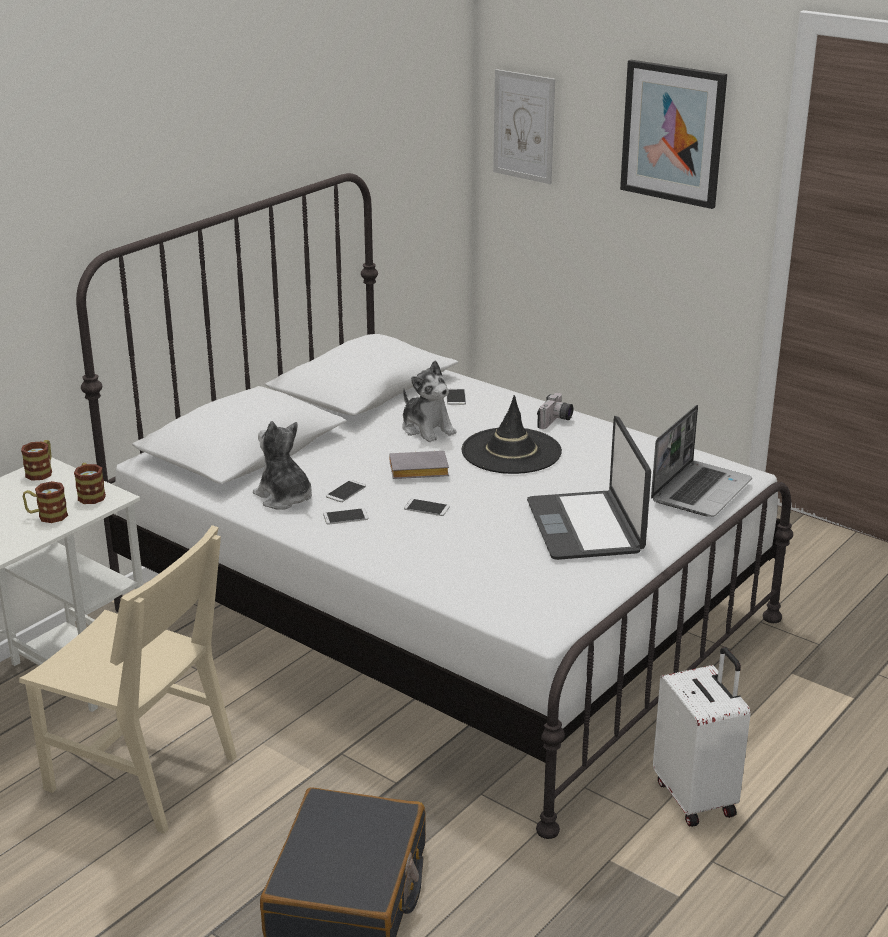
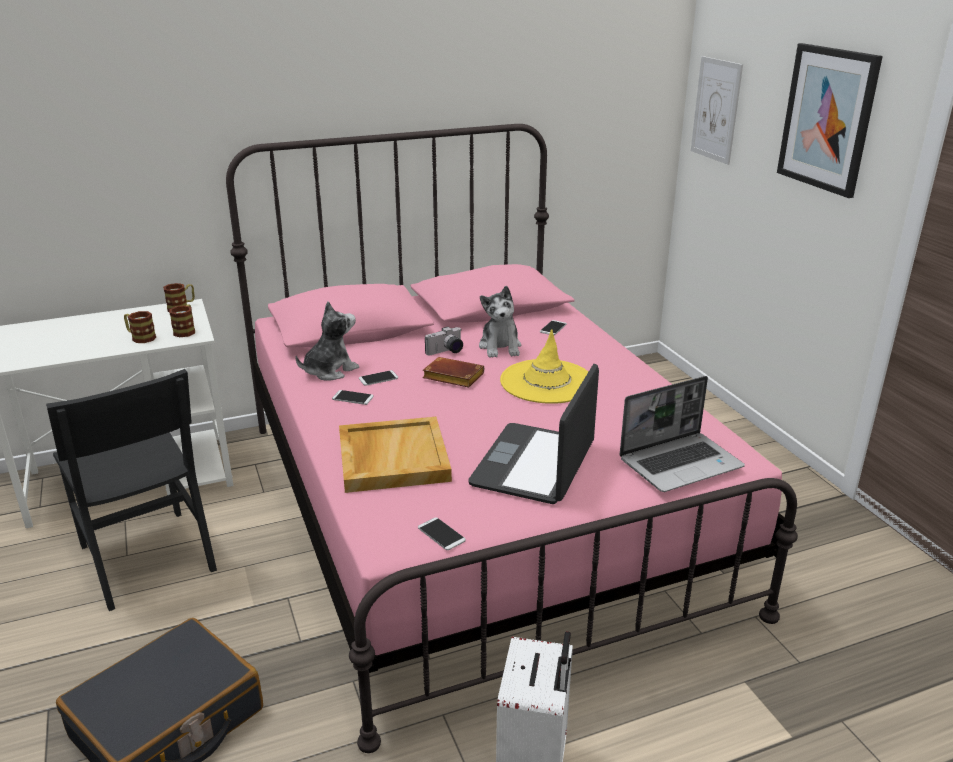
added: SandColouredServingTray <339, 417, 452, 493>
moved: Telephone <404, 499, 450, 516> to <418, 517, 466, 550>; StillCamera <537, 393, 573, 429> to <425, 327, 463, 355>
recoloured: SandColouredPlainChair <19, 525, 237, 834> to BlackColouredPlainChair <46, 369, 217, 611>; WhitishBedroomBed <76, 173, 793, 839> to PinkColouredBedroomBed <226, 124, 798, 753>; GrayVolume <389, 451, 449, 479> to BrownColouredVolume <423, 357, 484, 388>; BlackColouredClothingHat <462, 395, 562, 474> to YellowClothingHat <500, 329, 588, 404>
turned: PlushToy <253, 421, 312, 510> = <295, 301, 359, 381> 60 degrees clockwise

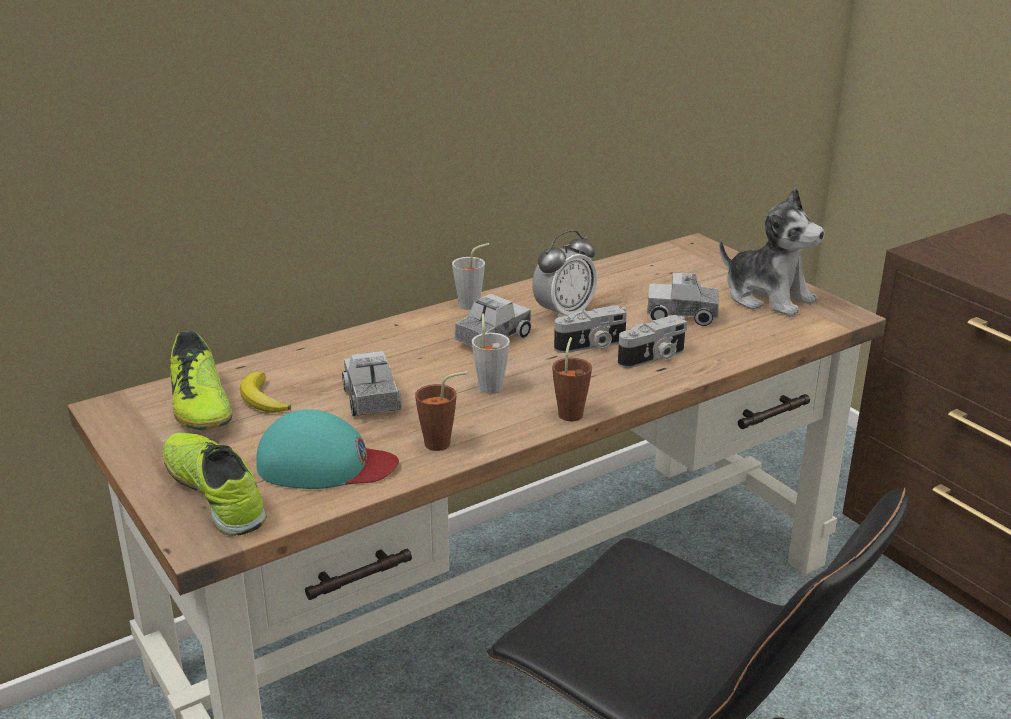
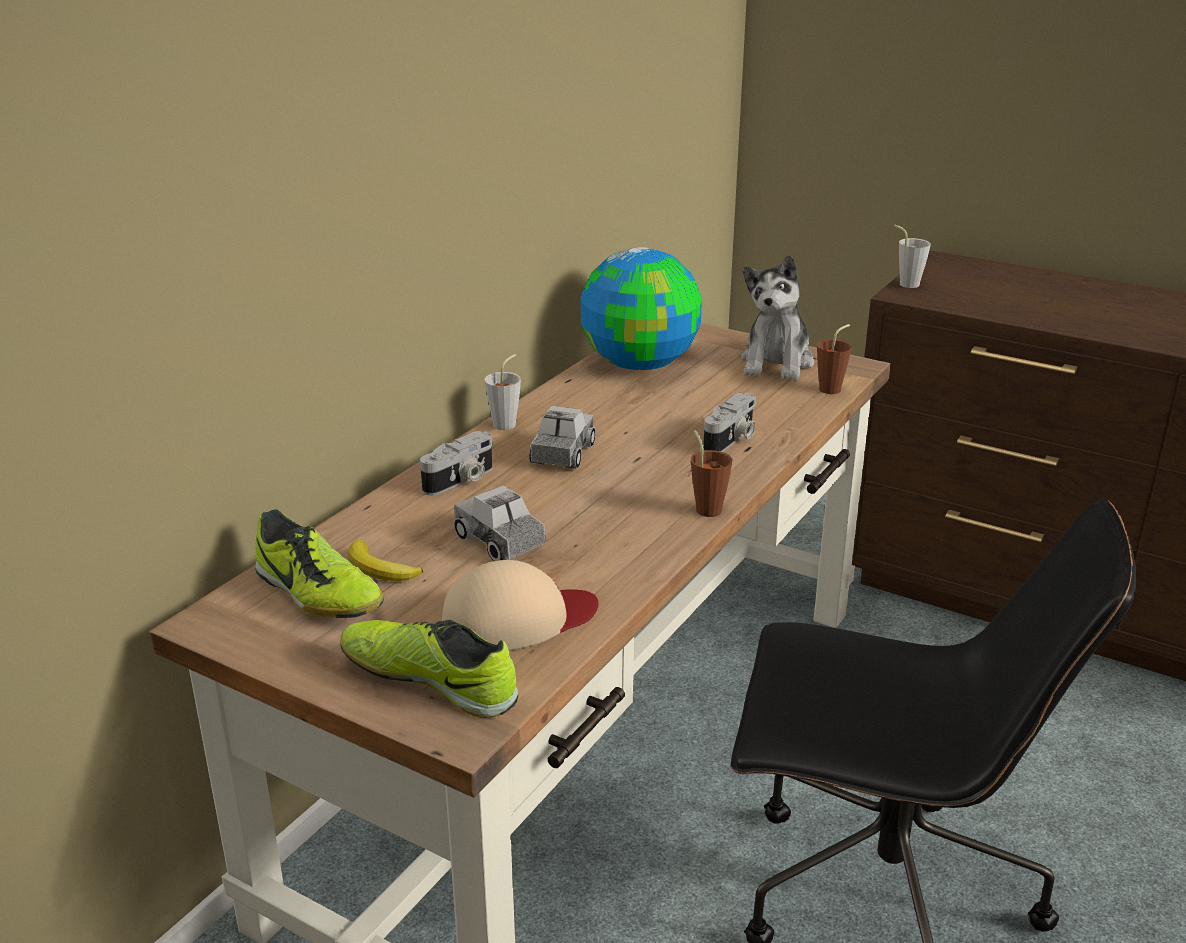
removed: AlarmClock <532, 230, 597, 317>; ToyLorry <647, 272, 719, 326>
added: DeskGlobe <581, 247, 702, 370>
moved: BrownColouredDrinkingCup <415, 371, 468, 451> to <817, 324, 852, 394>; GrayDrinkingCup <472, 313, 510, 394> to <894, 225, 931, 288>; StillCamera <554, 305, 627, 353> to <420, 431, 493, 495>
recoloured: BlueGreenBaseballCap <256, 409, 399, 489> to SandColouredBaseballCap <442, 560, 599, 651>
turned: PlushToy <719, 188, 825, 317> = <740, 254, 814, 381> 90 degrees clockwise

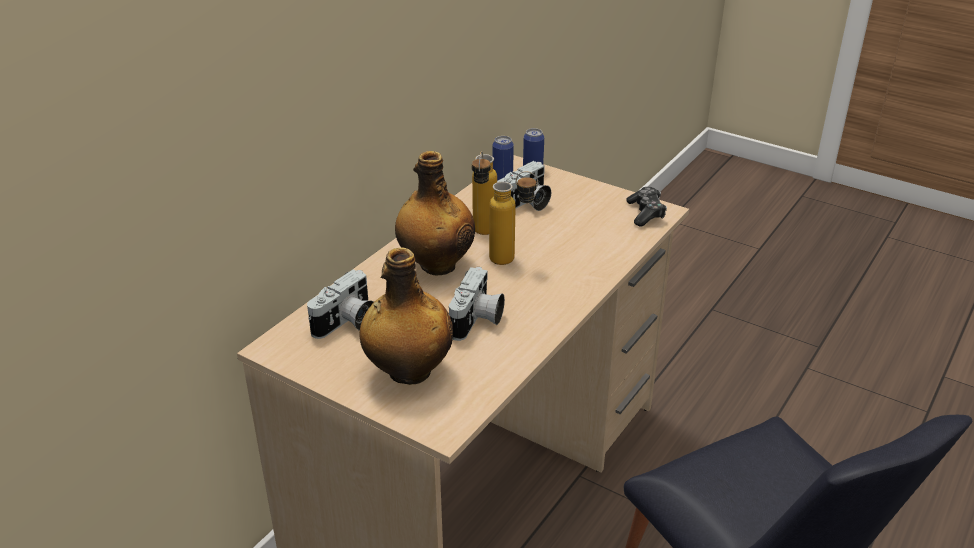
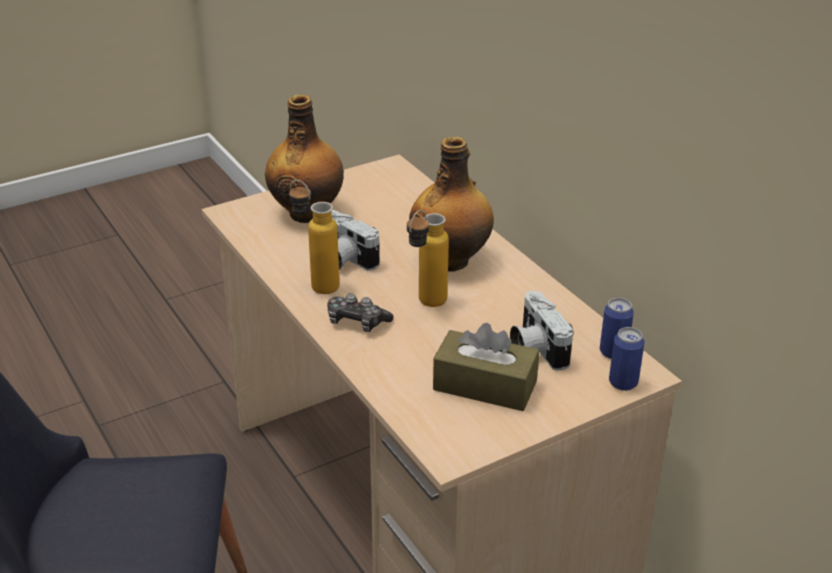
removed: StillCamera <307, 269, 374, 339>
added: BrownColouredTissueHolder <433, 323, 539, 411>
moved: BeverageBottle <472, 151, 497, 235> to <289, 180, 340, 294>; Gamepad <626, 187, 667, 226> to <327, 293, 393, 332>

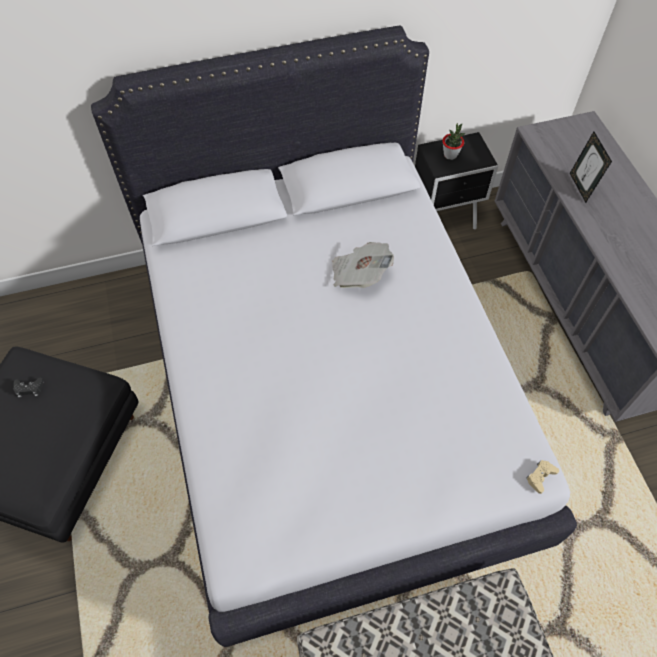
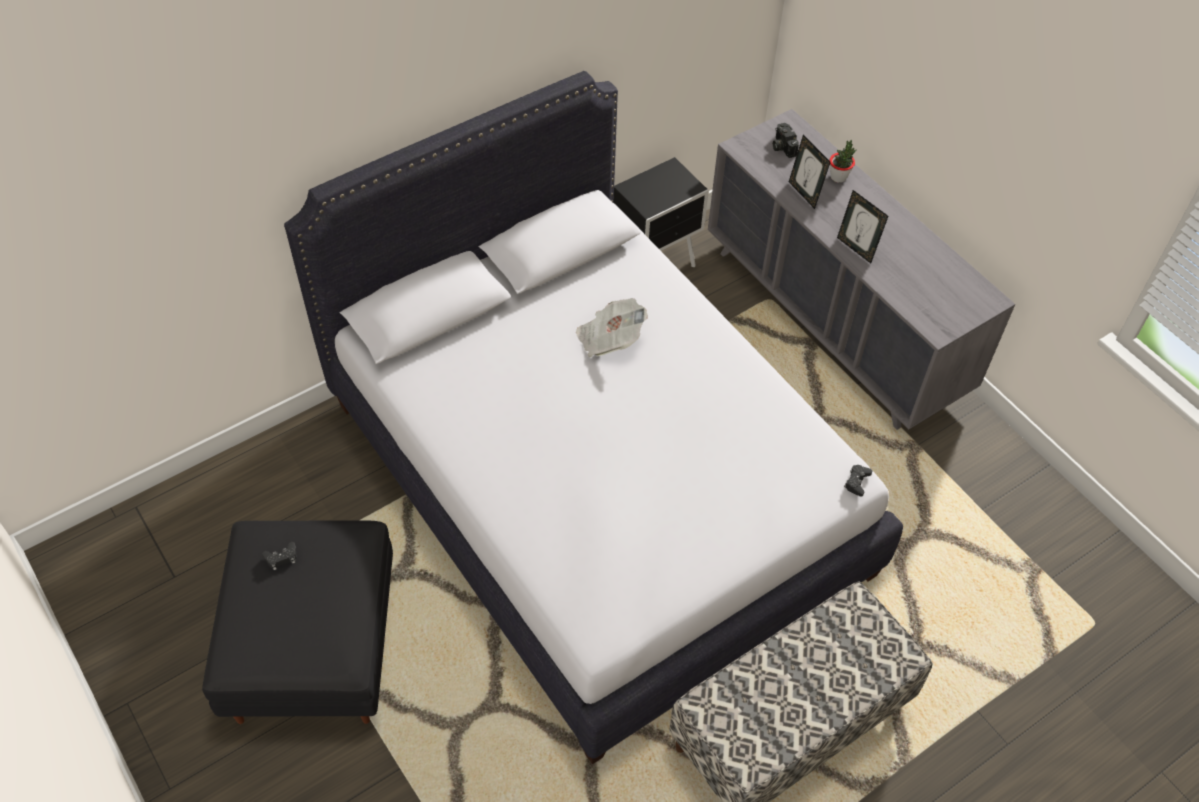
added: StillCamera <773, 123, 799, 158>; StandingFrame <837, 190, 888, 264>
moved: PlantInAPot <442, 123, 466, 160> to <829, 140, 857, 183>
recoloured: SandColouredGamepad <526, 460, 559, 494> to BlackColouredGamepad <844, 465, 872, 496>

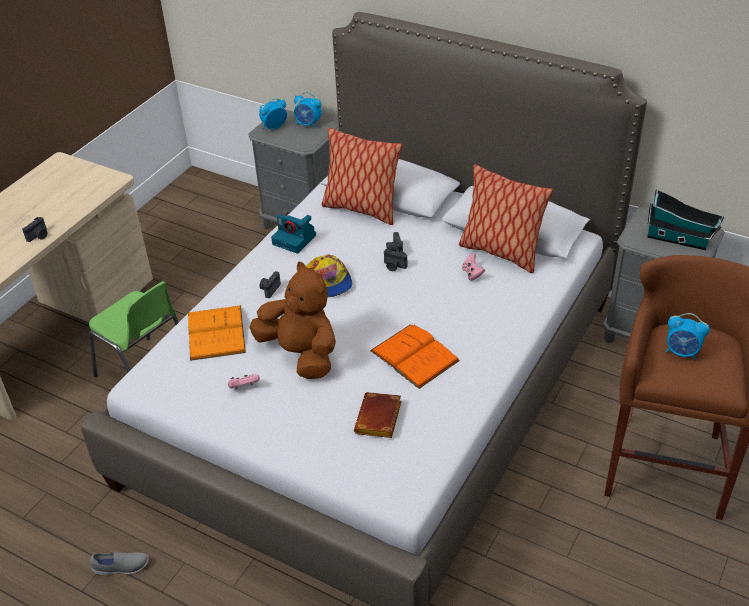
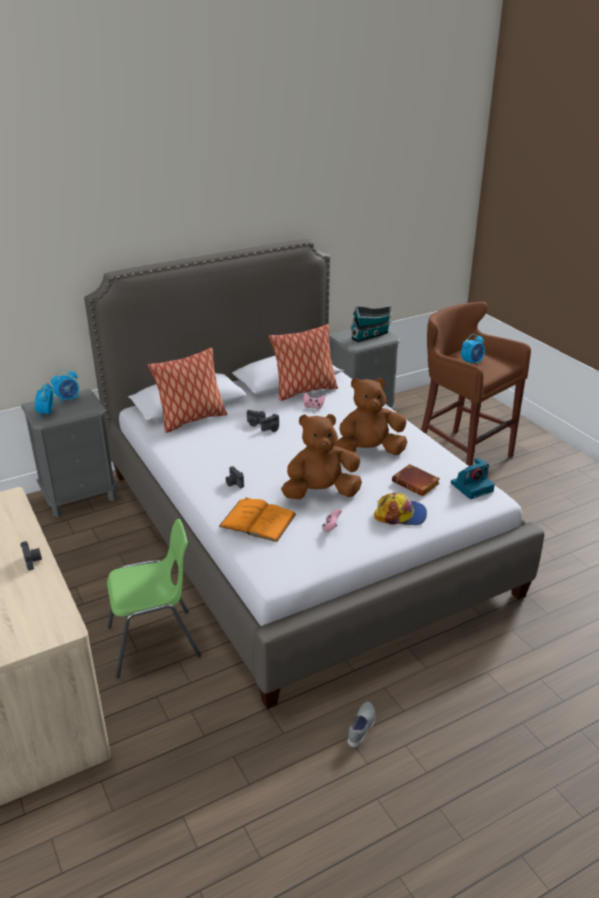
moved: StillCamera <271, 214, 316, 254> to <451, 458, 495, 499>; BaseballCap <306, 254, 352, 297> to <374, 493, 427, 525>
replaced: OrangeColouredVolume <370, 324, 460, 389> to BrownColouredPlushToy <334, 378, 407, 455>

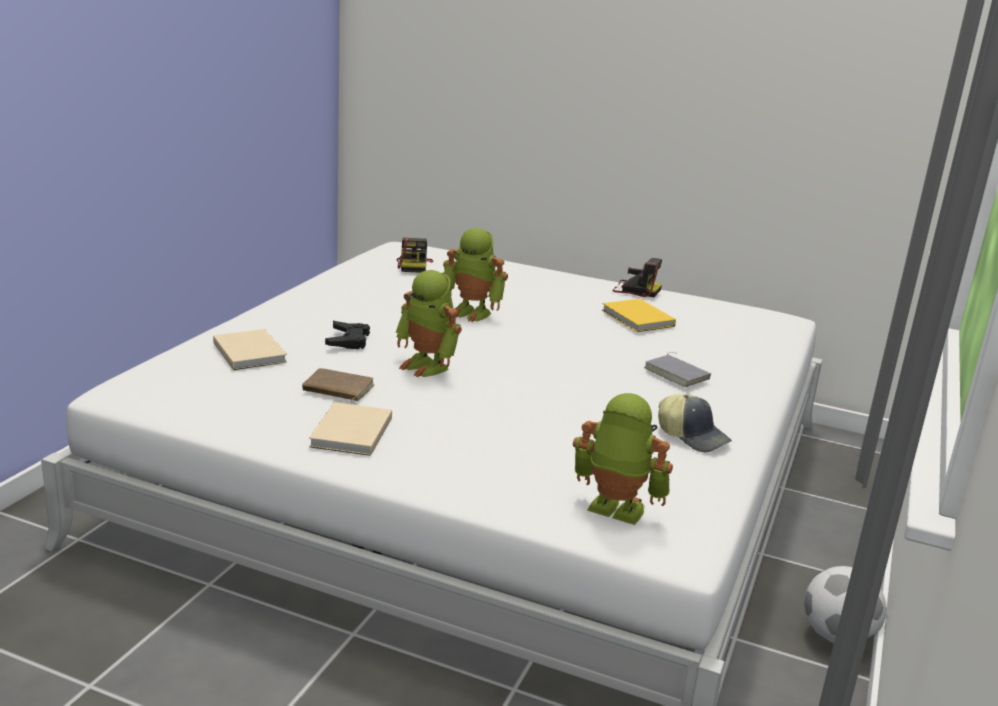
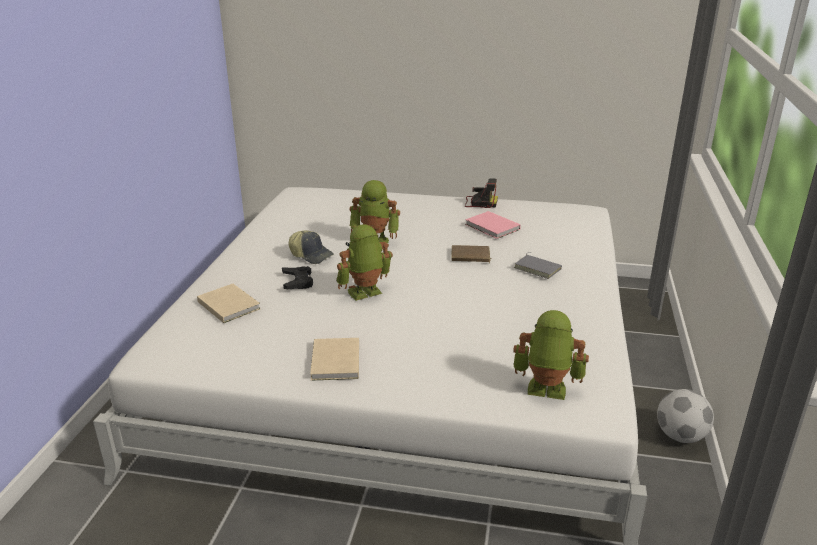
removed: StillCamera <397, 237, 433, 273>
moved: BrownColouredVolume <302, 368, 375, 402> to <451, 245, 492, 263>; BaseballCap <658, 394, 732, 452> to <289, 230, 334, 264>
recoloured: YellowVolume <602, 299, 676, 332> to PinkColouredVolume <465, 211, 521, 239>
turned: RobotFigure <396, 270, 462, 377> = <336, 224, 393, 301> 120 degrees clockwise

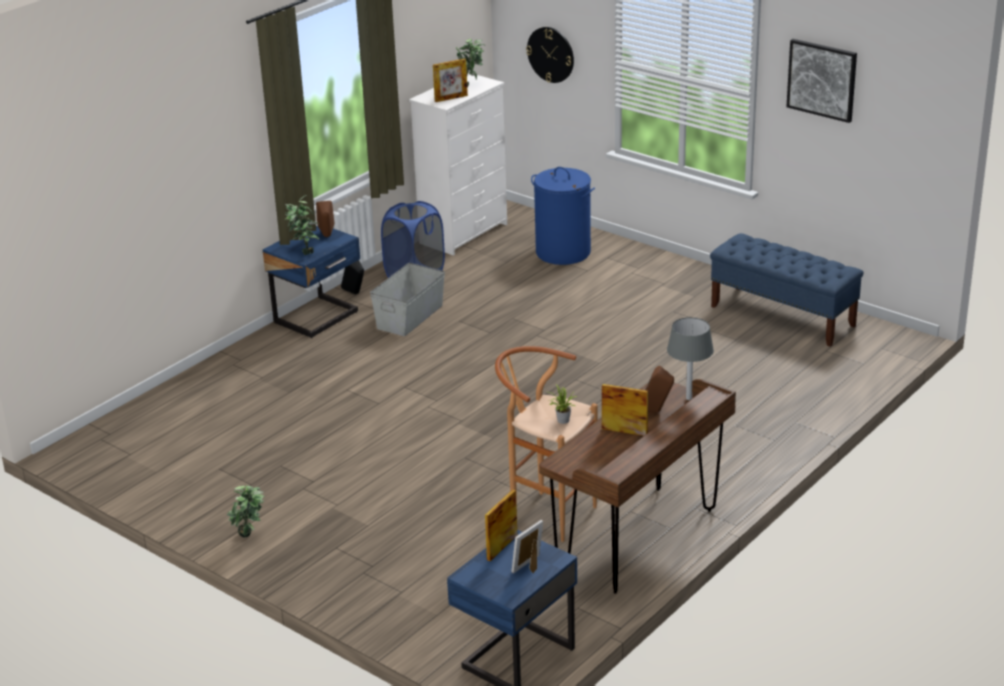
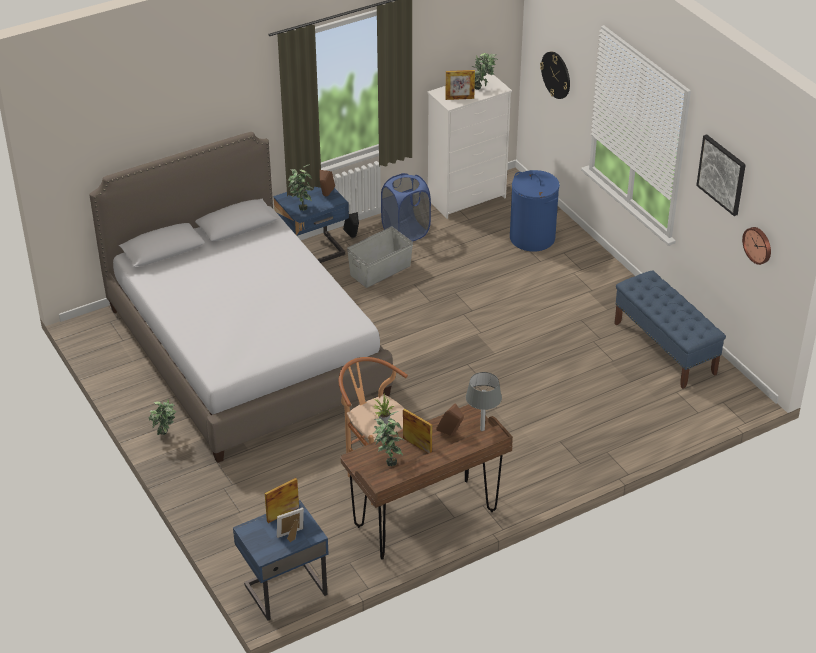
added: BedroomBed <89, 132, 393, 463>; PlantInAPot <373, 411, 405, 466>; HangingClock <742, 227, 771, 265>

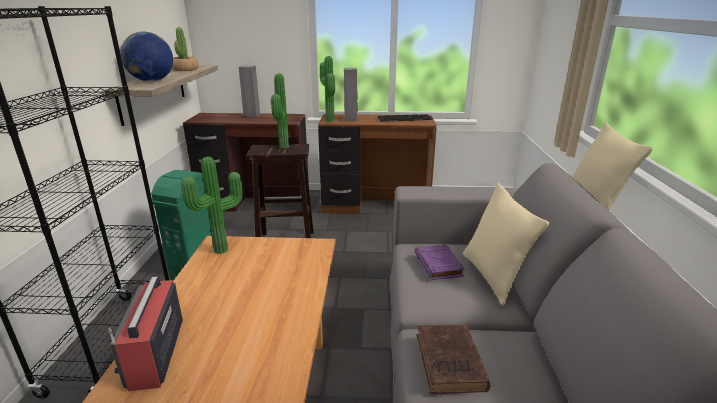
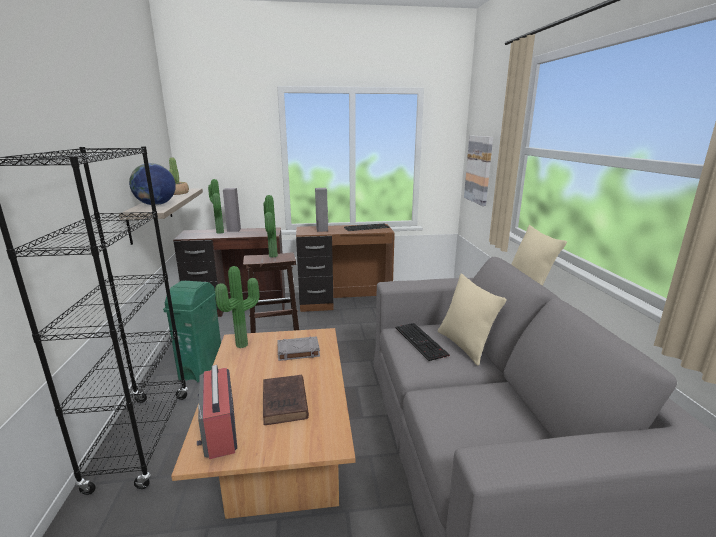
added: GrayVolume <277, 336, 320, 361>; WallArt <464, 136, 493, 206>
moved: PlantInAPot <320, 56, 335, 122> to <208, 179, 224, 234>; BrownColouredVolume <417, 324, 490, 394> to <263, 375, 309, 425>
replaced: PurpleVolume <415, 244, 465, 280> to Keyboard <396, 323, 450, 361>

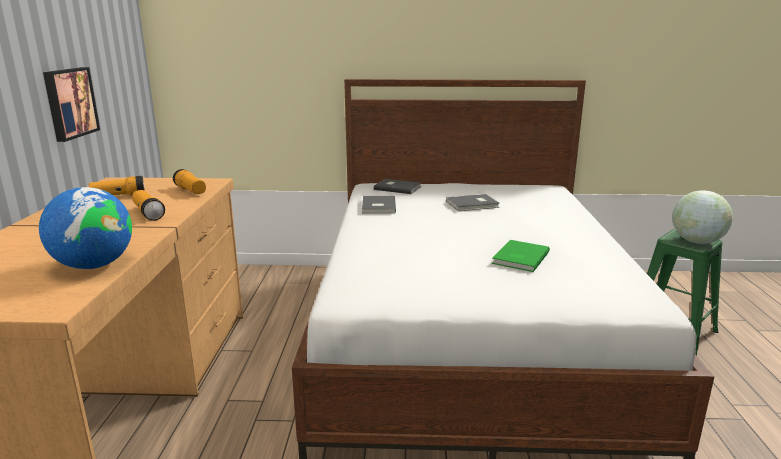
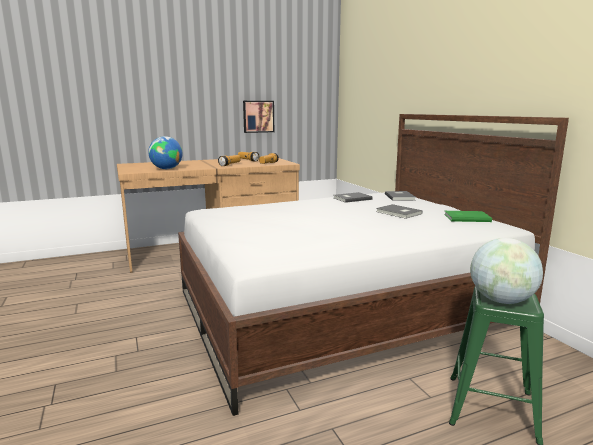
moved: GreenishVolume <492, 240, 550, 272> to <444, 211, 492, 222>

